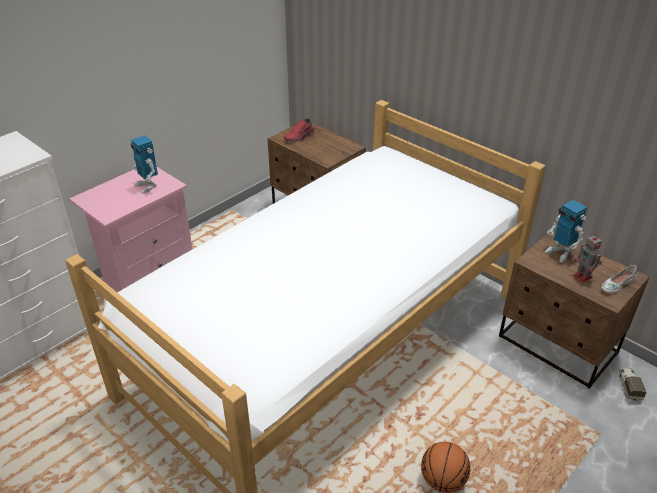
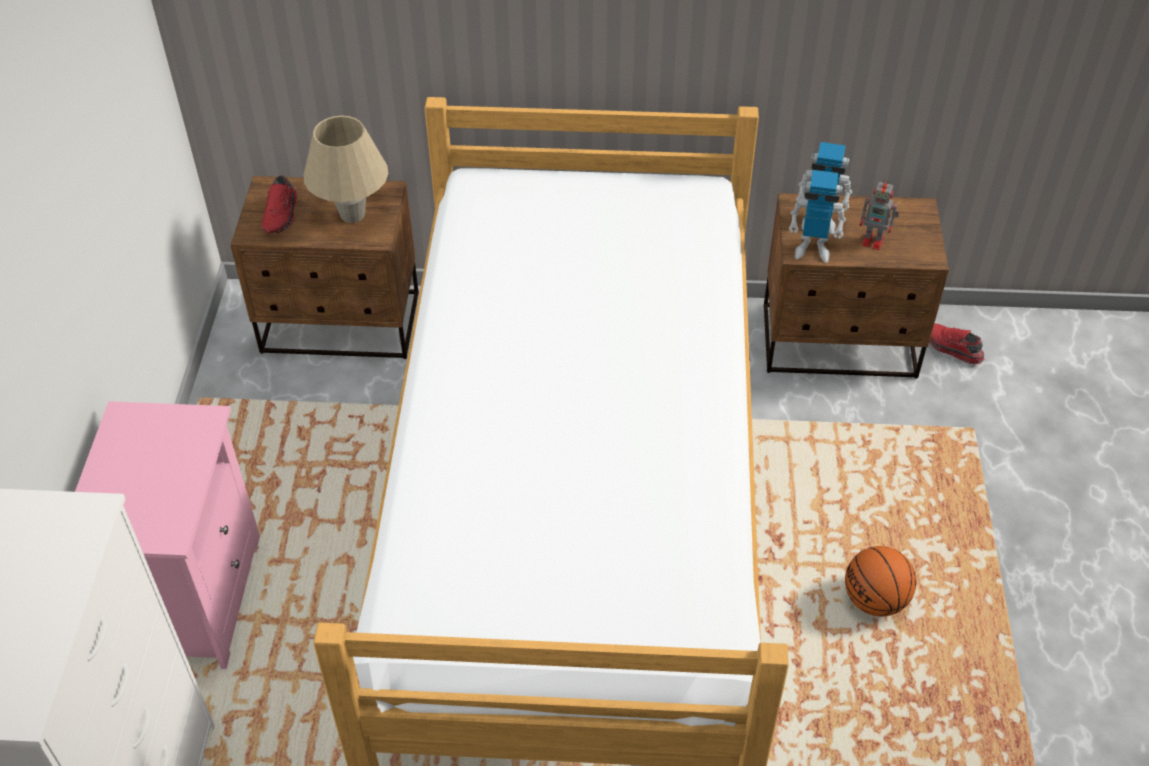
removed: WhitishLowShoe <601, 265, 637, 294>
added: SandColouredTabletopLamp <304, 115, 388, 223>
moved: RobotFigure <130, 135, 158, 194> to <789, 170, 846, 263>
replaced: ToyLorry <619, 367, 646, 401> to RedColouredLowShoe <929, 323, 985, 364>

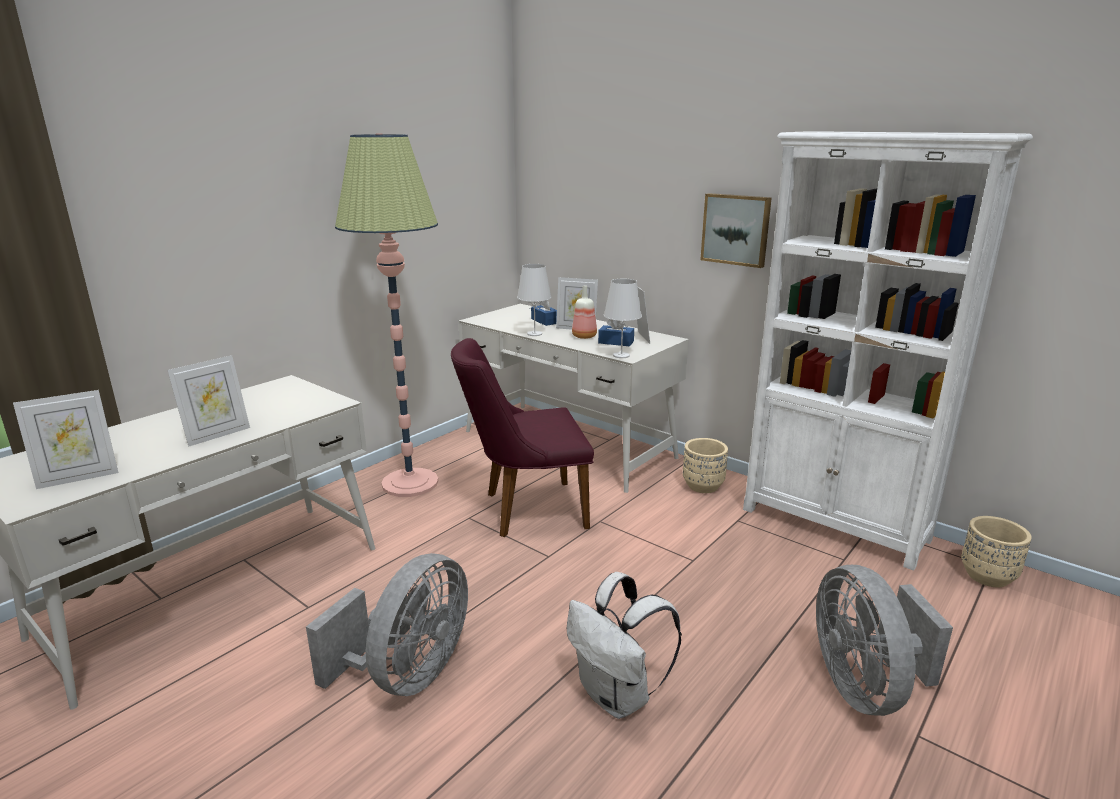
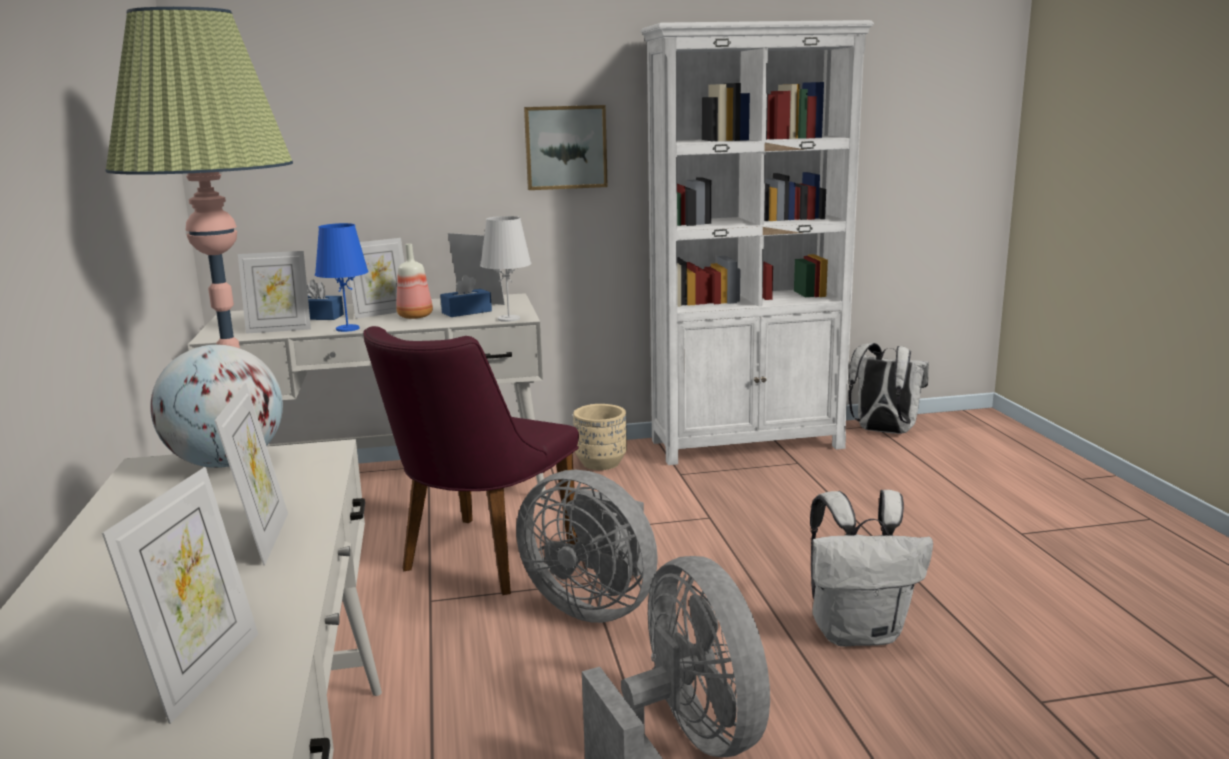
added: DeskGlobe <150, 345, 283, 468>; StandingFrame <238, 251, 311, 334>
moved: GrayCoolingFan <816, 565, 953, 716> to <516, 470, 658, 623>
replaced: SandColouredPlantPot <961, 516, 1032, 587> to WhitishBackpack <849, 343, 929, 434>
recoloured: WhitishTabletopLamp <517, 264, 552, 336> to BlueTabletopLamp <315, 223, 369, 332>

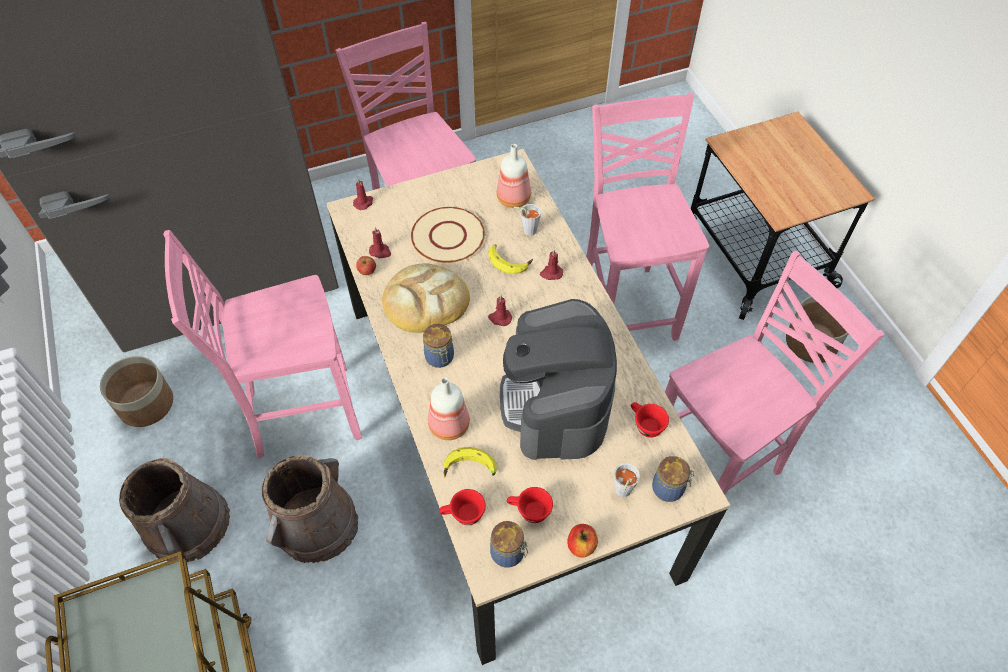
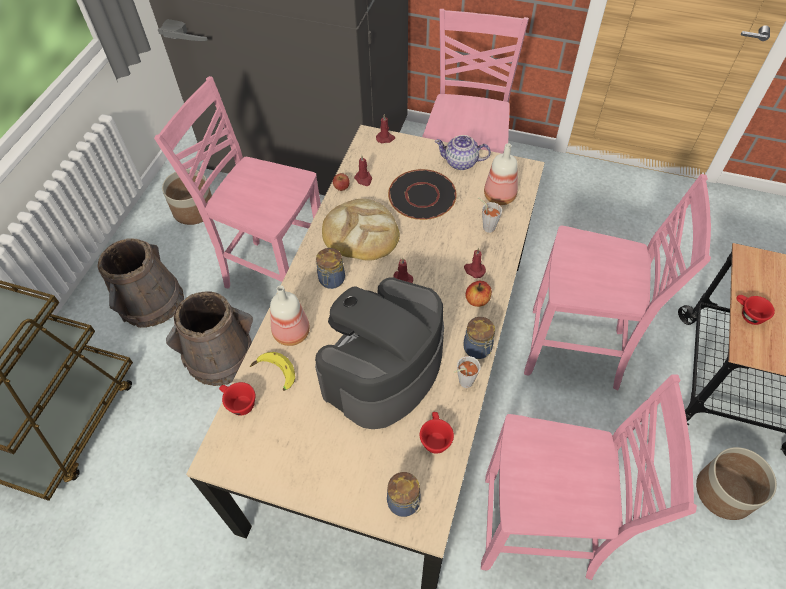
removed: WholeBanana <488, 244, 533, 274>
added: TeaPot <435, 135, 491, 170>
moved: Jar <490, 521, 528, 568> to <464, 317, 495, 359>; RedColouredDrinkingCup <507, 487, 553, 523> to <736, 295, 775, 325>; WholeApple <568, 524, 598, 558> to <466, 281, 492, 307>; GrayDrinkingCup <614, 463, 640, 497> to <454, 356, 481, 388>
recoloured: SandColouredPlate <411, 207, 485, 263> to BlackColouredPlate <388, 169, 457, 220>
turned: PinkColouredPlainChair <586, 93, 709, 341> = <524, 174, 711, 390> 75 degrees clockwise

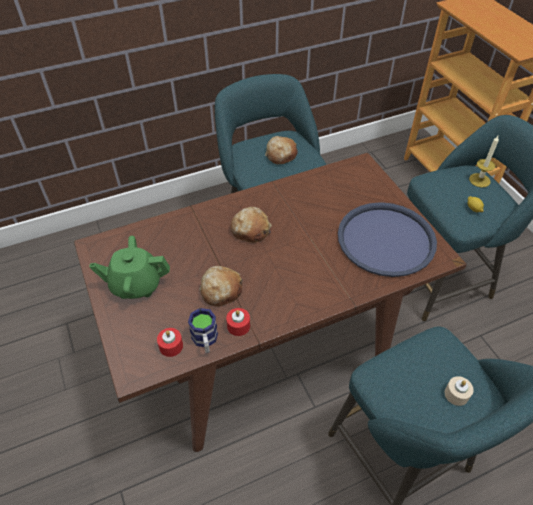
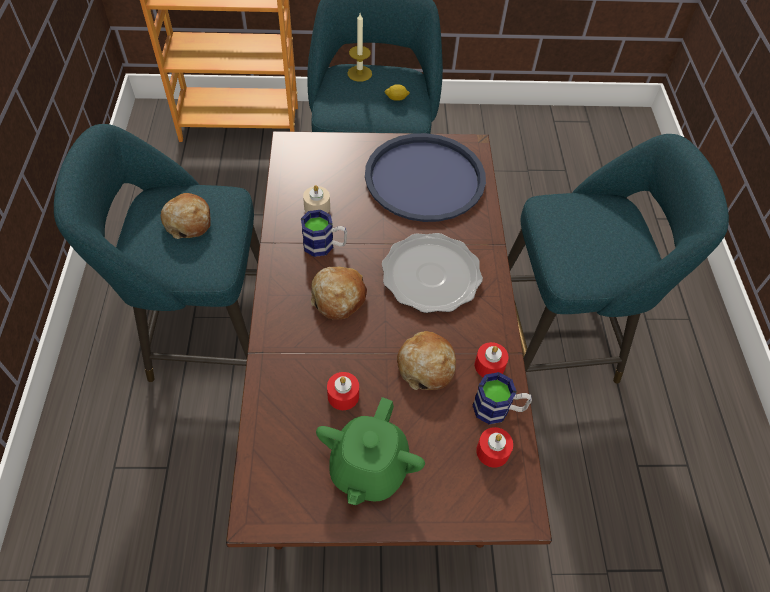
added: CoffeeMug <301, 210, 347, 257>; RedColouredCandle <327, 372, 359, 410>; Plate <382, 233, 483, 313>
moved: SandColouredCandle <445, 376, 474, 406> to <303, 185, 330, 213>

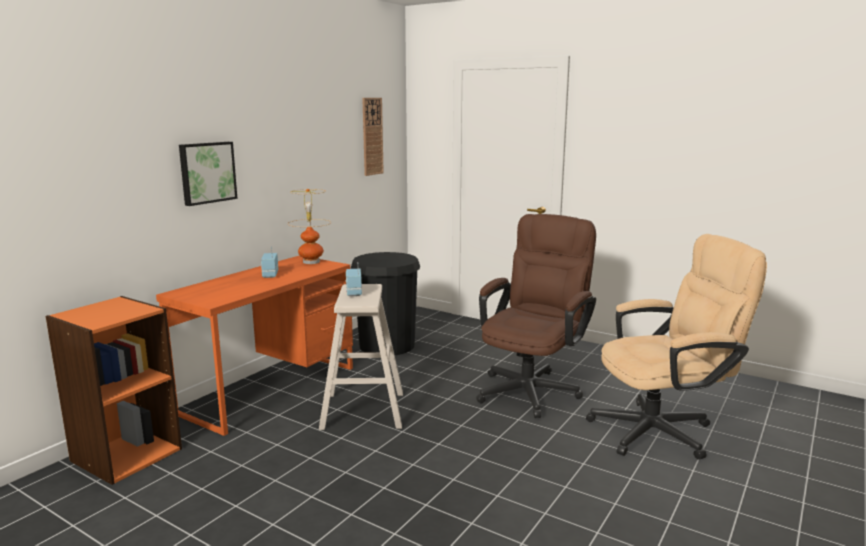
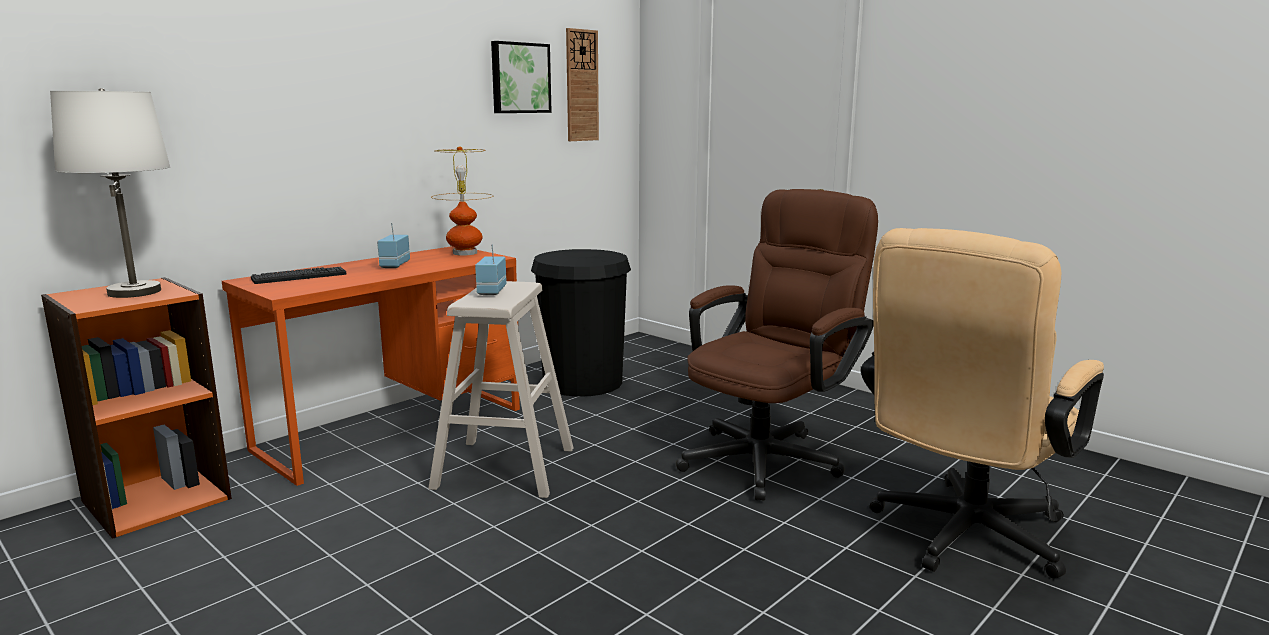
added: WhitishTabletopLamp <50, 88, 170, 298>; Keyboard <251, 267, 346, 284>
moved: WallArt <179, 142, 237, 206> to <491, 41, 552, 113>
turned: SandColouredOfficeChair <586, 234, 767, 460> = <861, 228, 1104, 578> 135 degrees clockwise

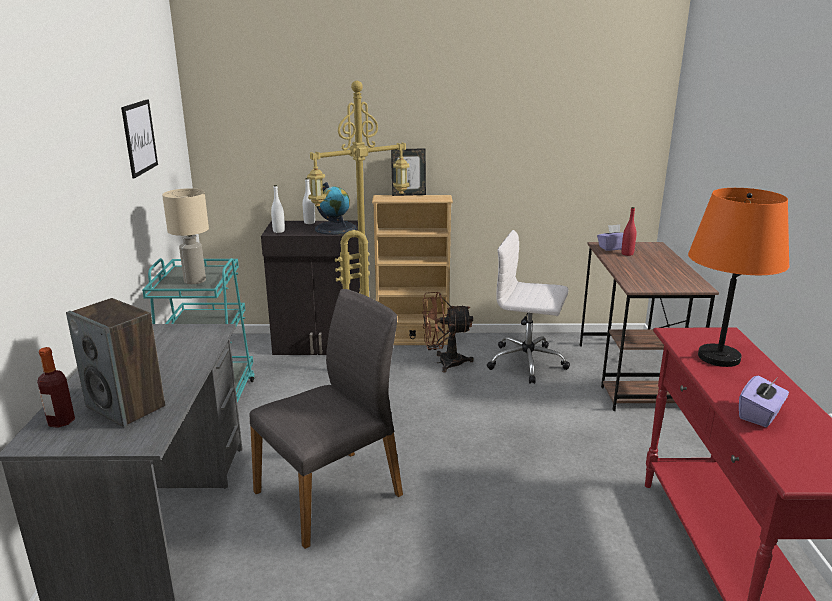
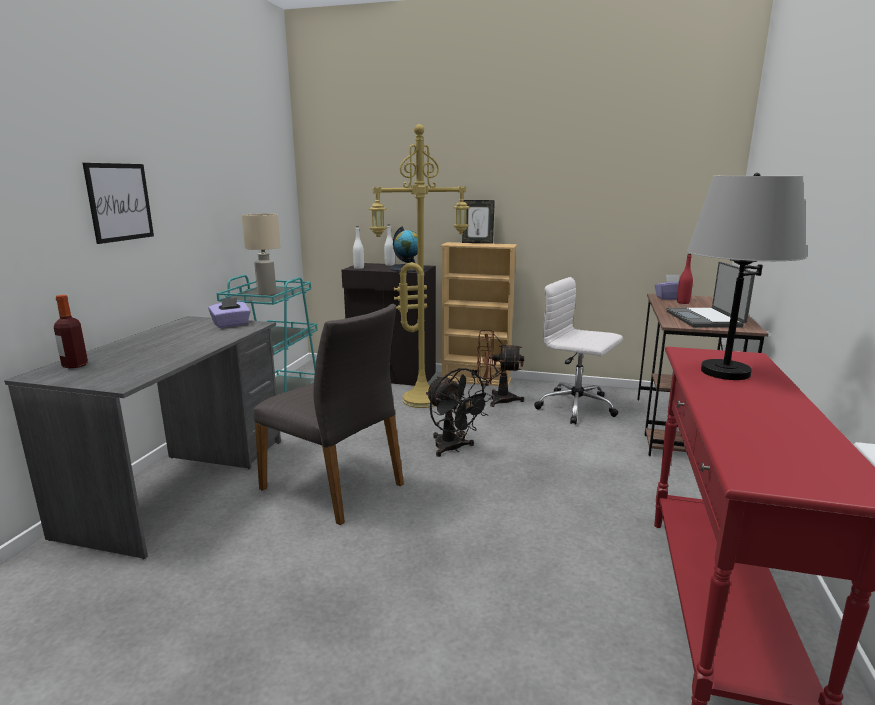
removed: AudioSpeaker <66, 298, 165, 427>
added: BlackColouredCoolingFan <426, 368, 493, 457>; Laptop <666, 262, 755, 328>
moved: WallArt <121, 99, 158, 178> to <83, 163, 154, 244>; PurpleTissueHolder <739, 376, 789, 427> to <208, 298, 251, 328>
recoloured: OrangeColouredTabletopLamp <688, 188, 789, 367> to GrayTabletopLamp <687, 173, 807, 380>
turned: GrayPlainChair <249, 289, 403, 549> = <254, 304, 404, 525> 60 degrees clockwise

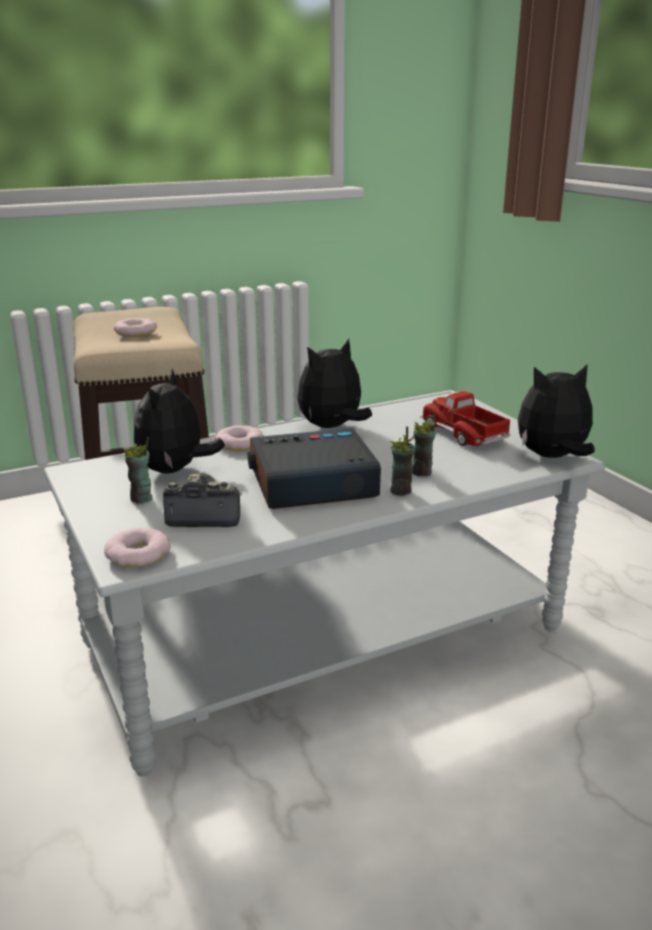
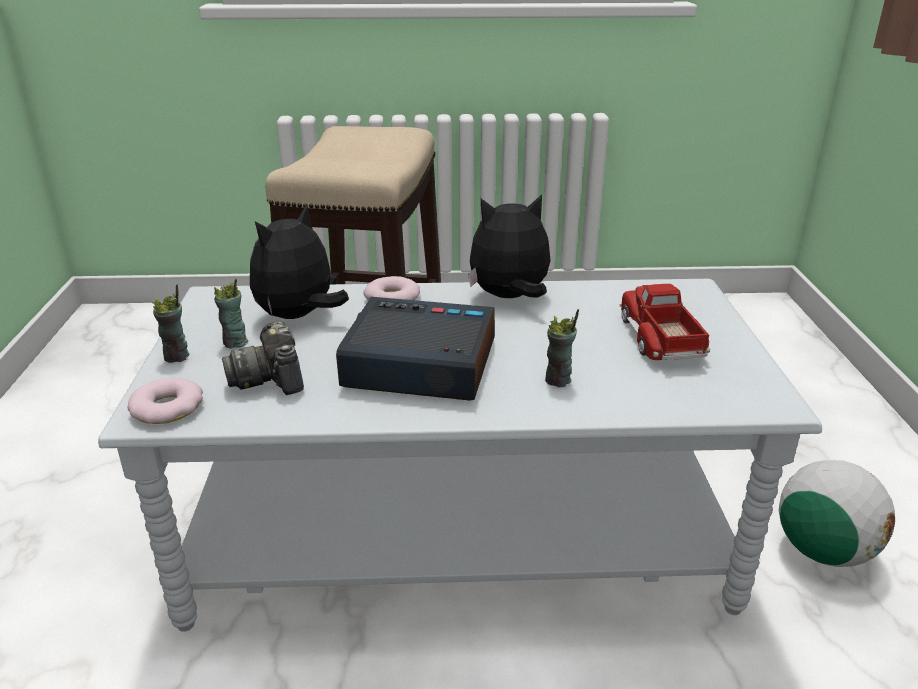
removed: Donut <114, 318, 157, 337>; PlushToy <518, 365, 595, 458>
added: FootballBall <779, 460, 895, 567>
moved: DrinkingCup <390, 426, 415, 496> to <153, 284, 190, 363>
turned: StillCamera <163, 473, 242, 527> = <222, 321, 304, 395> 135 degrees counterclockwise

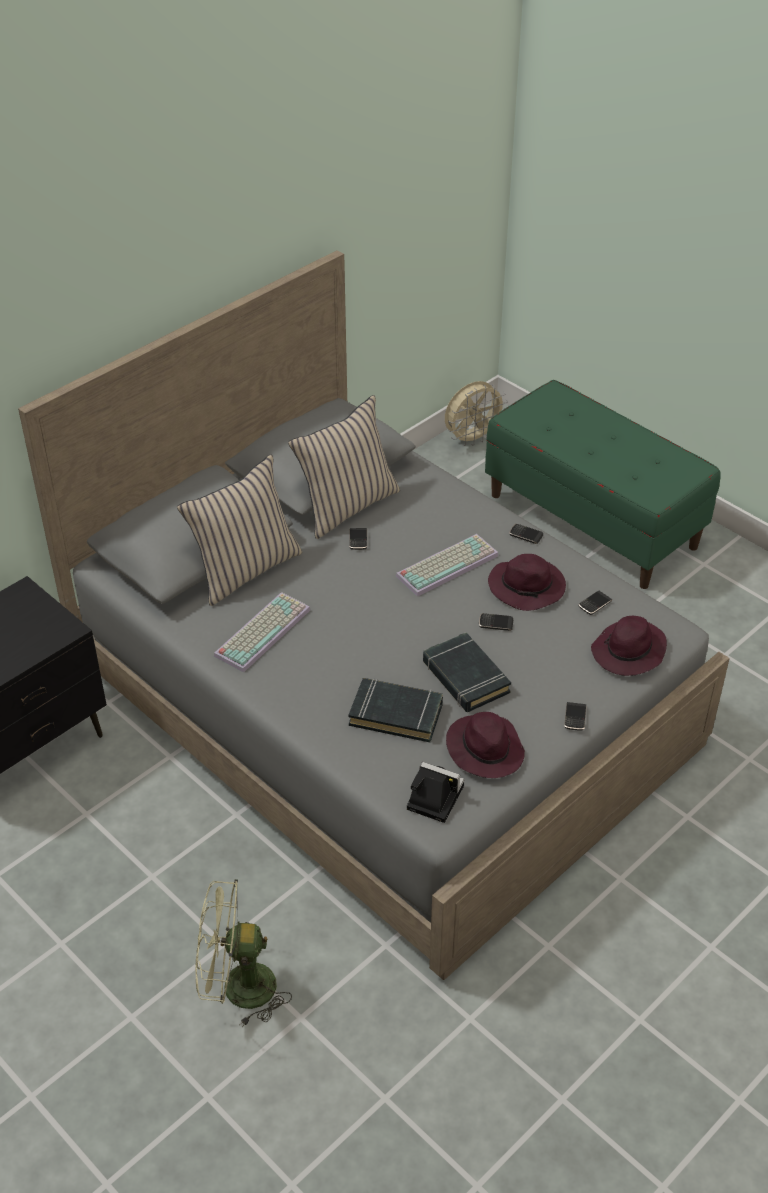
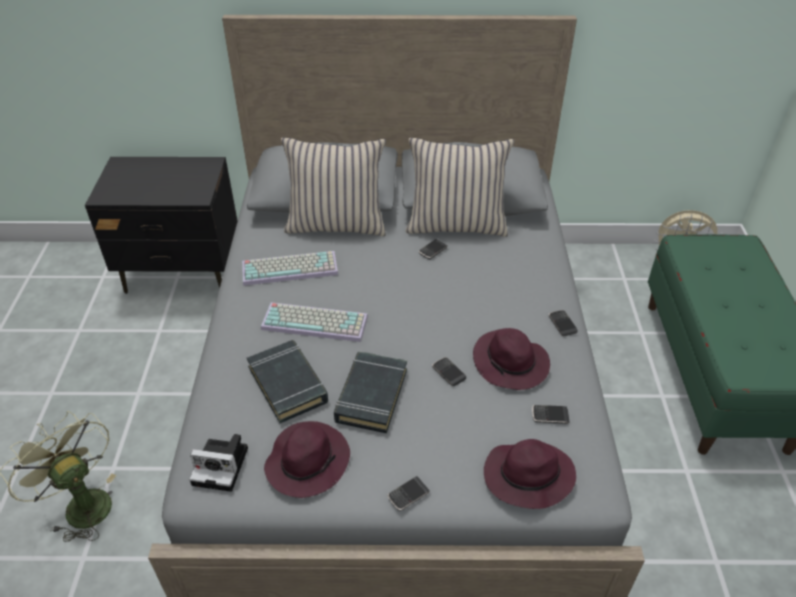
moved: Keyboard <396, 534, 499, 597> to <261, 302, 368, 342>
turned: StillCamera <407, 762, 465, 823> = <189, 434, 248, 492> 120 degrees clockwise

